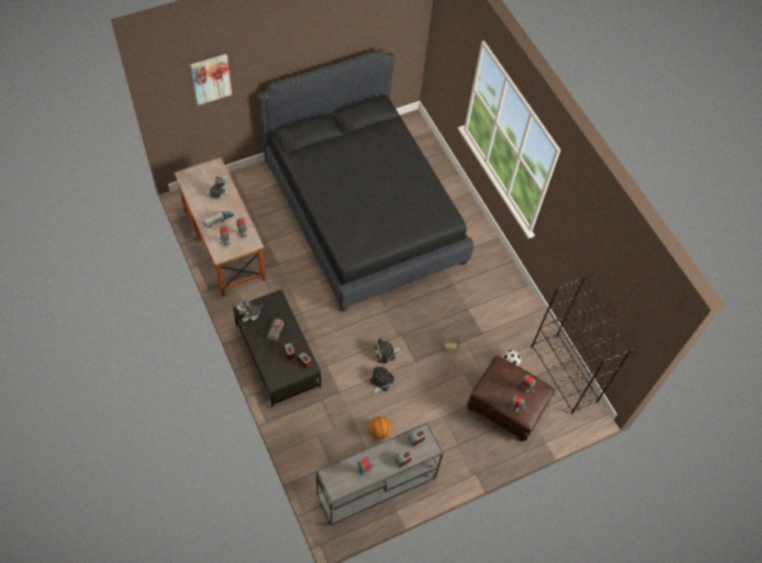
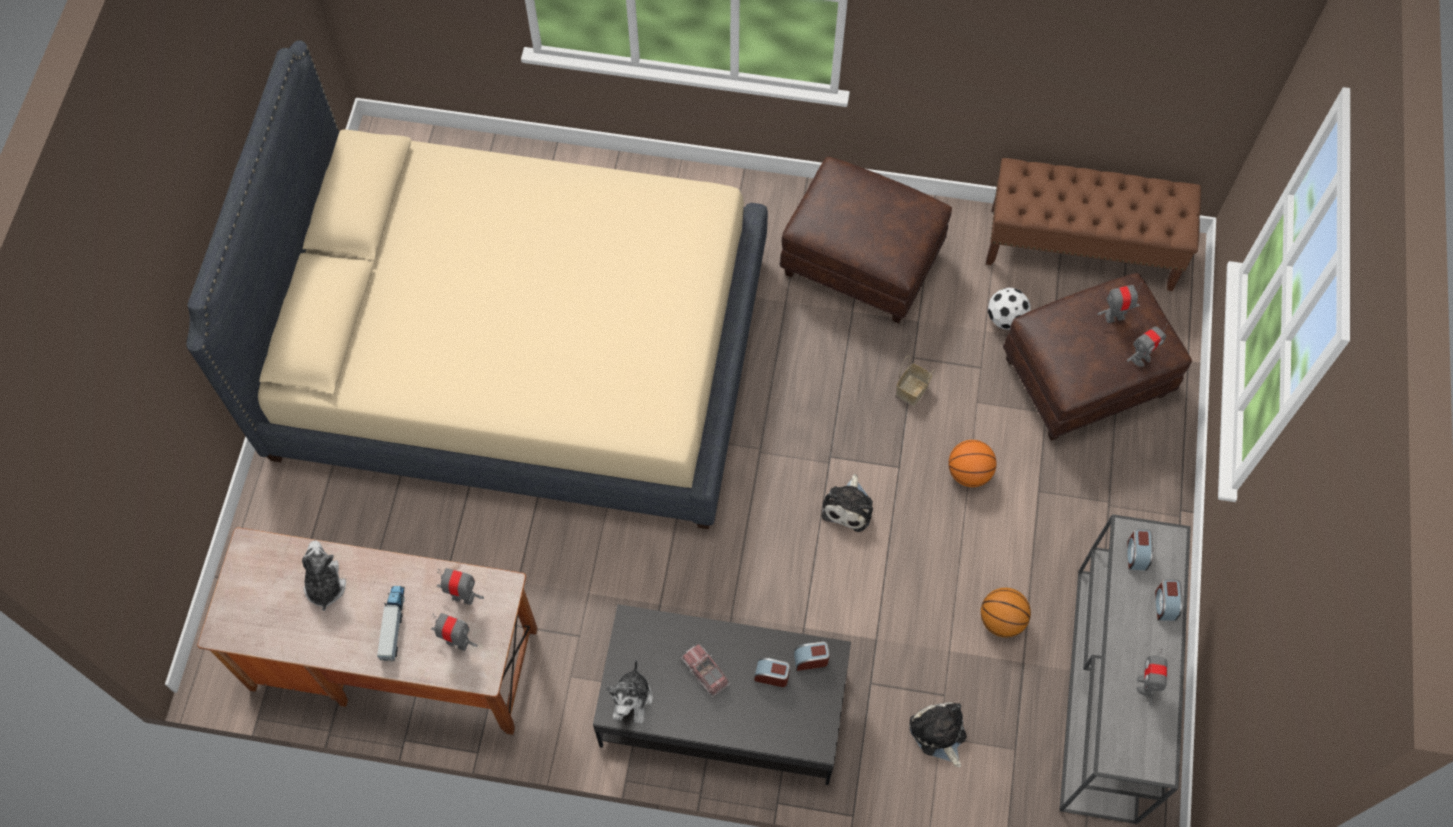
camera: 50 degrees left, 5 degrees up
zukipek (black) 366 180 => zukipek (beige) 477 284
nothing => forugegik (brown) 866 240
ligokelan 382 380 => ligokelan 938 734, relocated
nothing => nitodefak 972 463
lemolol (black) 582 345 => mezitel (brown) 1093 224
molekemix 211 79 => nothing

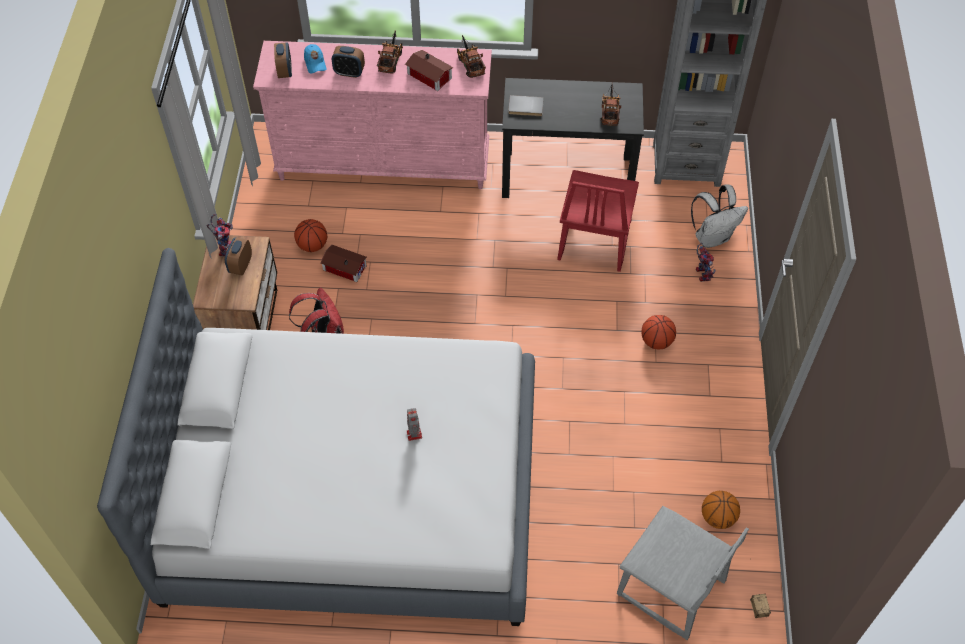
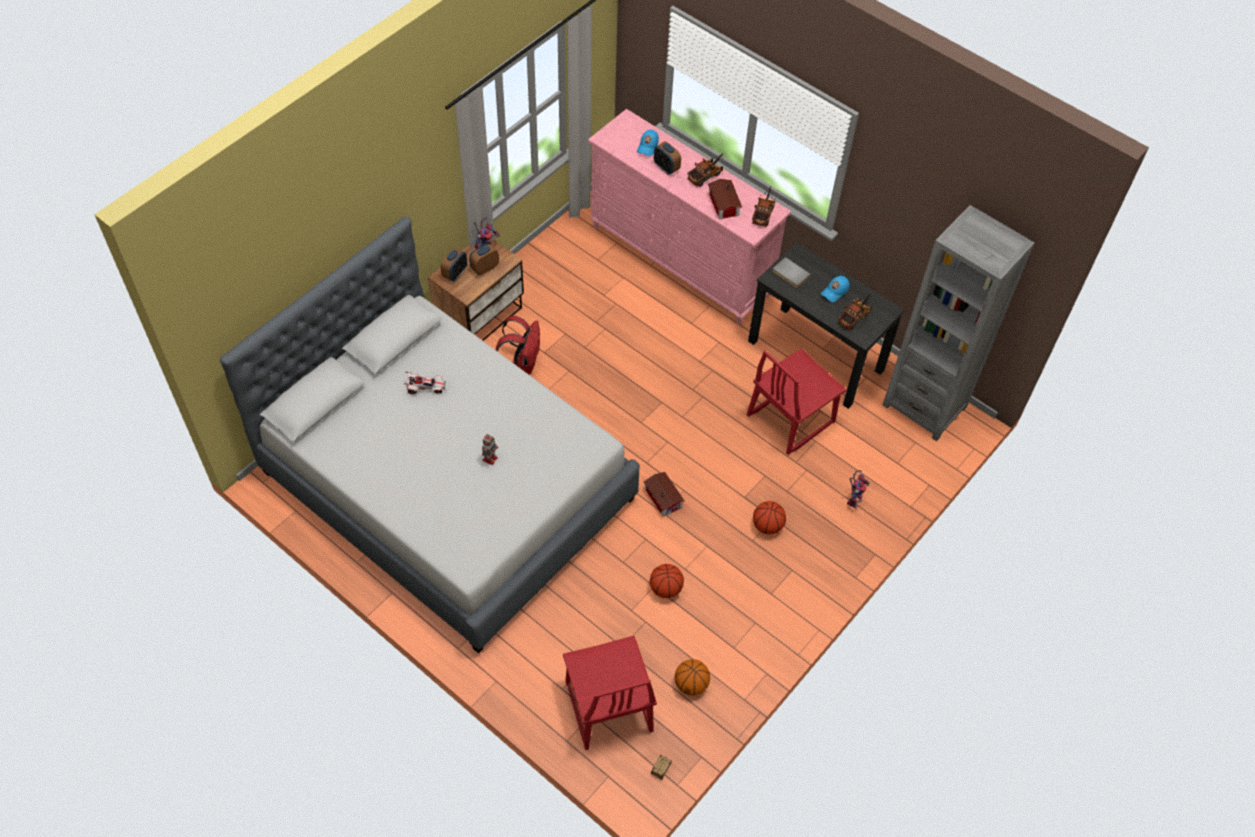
camera: 35 degrees right, 0 degrees up
nothing => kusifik 425 383
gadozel 283 60 => gadozel 454 264, relocated
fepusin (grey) 683 573 => fepusin (red) 610 693
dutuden 343 263 => dutuden 663 494, relocated
nitodefak 310 235 => nitodefak 667 581, relocated
nothing => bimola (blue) 835 289
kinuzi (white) 719 216 => nothing

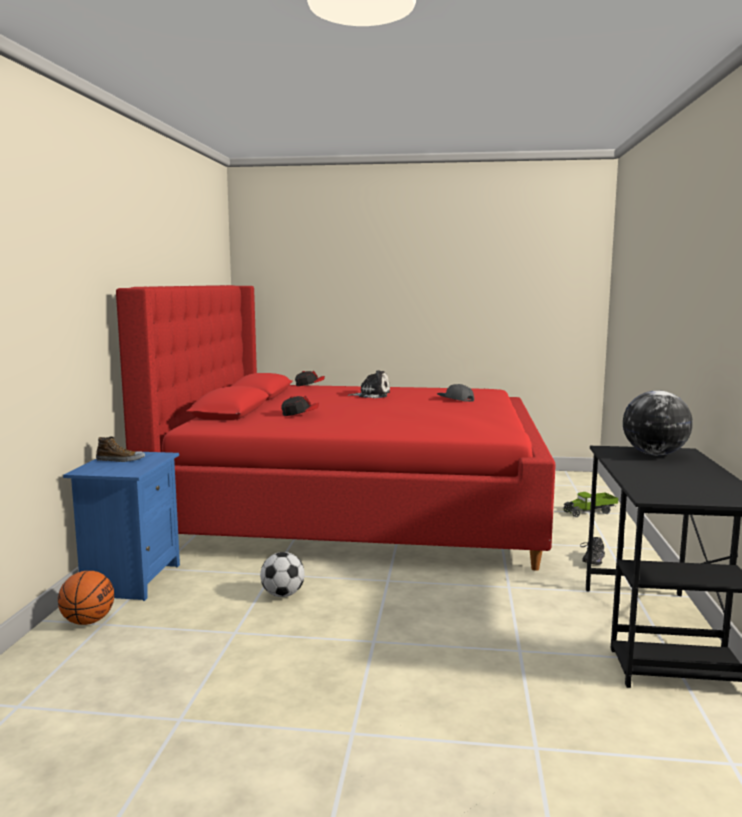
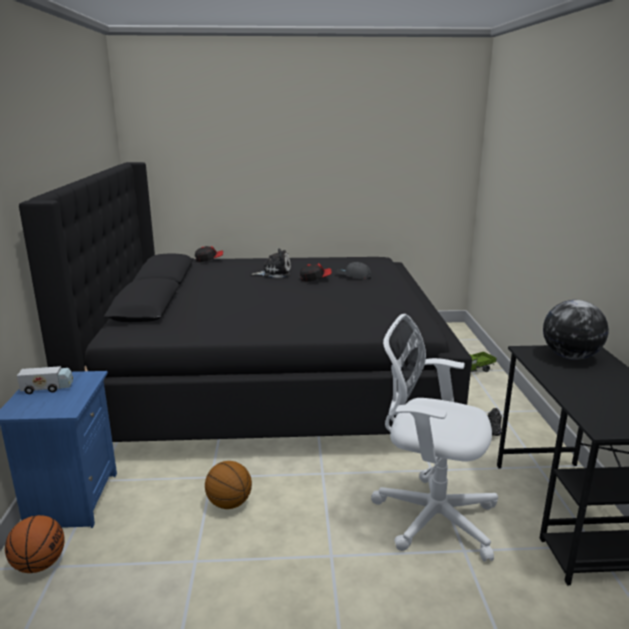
camera: 10 degrees left, 10 degrees up
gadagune 120 449 => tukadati 45 380
zukipek (red) 336 428 => zukipek (black) 245 302
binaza 282 574 => nitodefak 228 485
bimola 300 406 => bimola 316 272, relocated
nothing => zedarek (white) 434 438

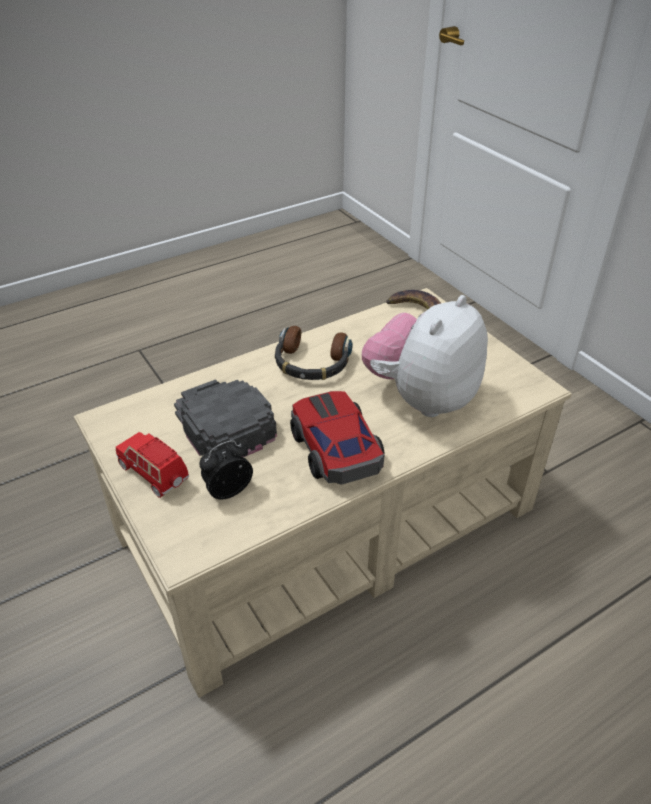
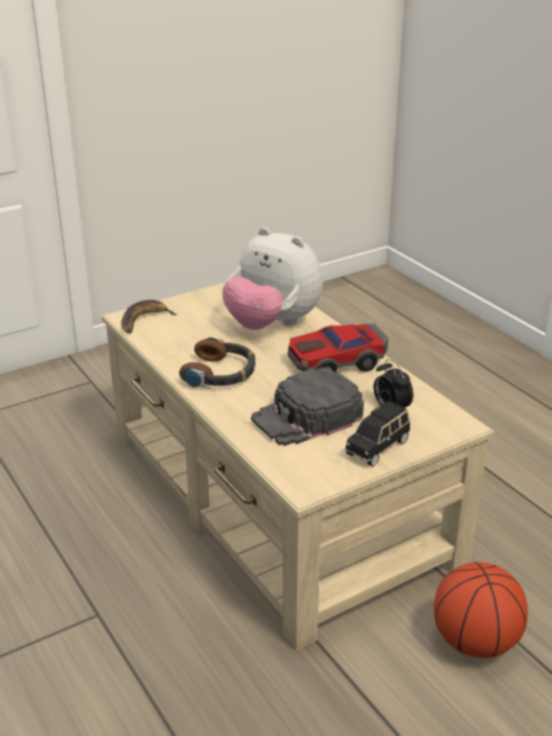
camera: 90 degrees left, 10 degrees down
kusifik (red) 152 465 => kusifik (black) 377 433
nothing => nitodefak 481 610

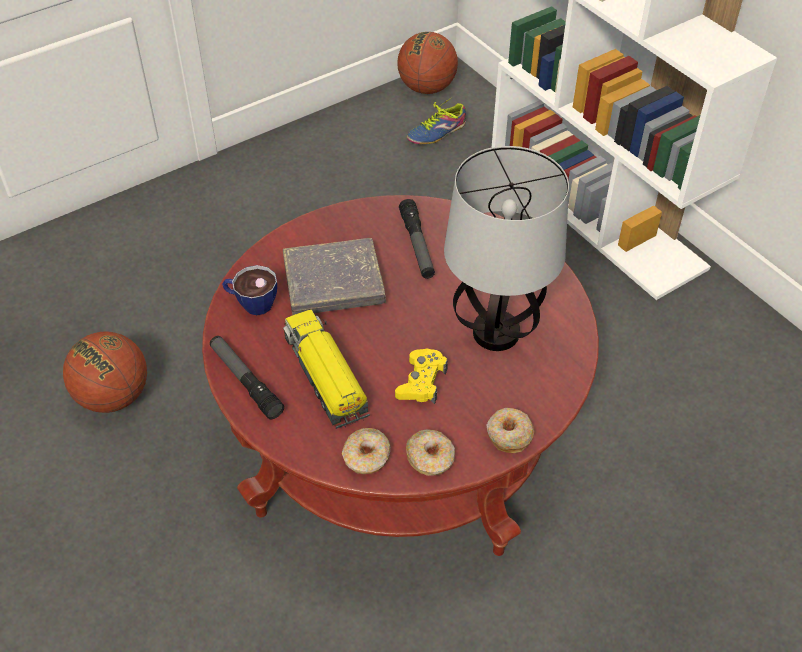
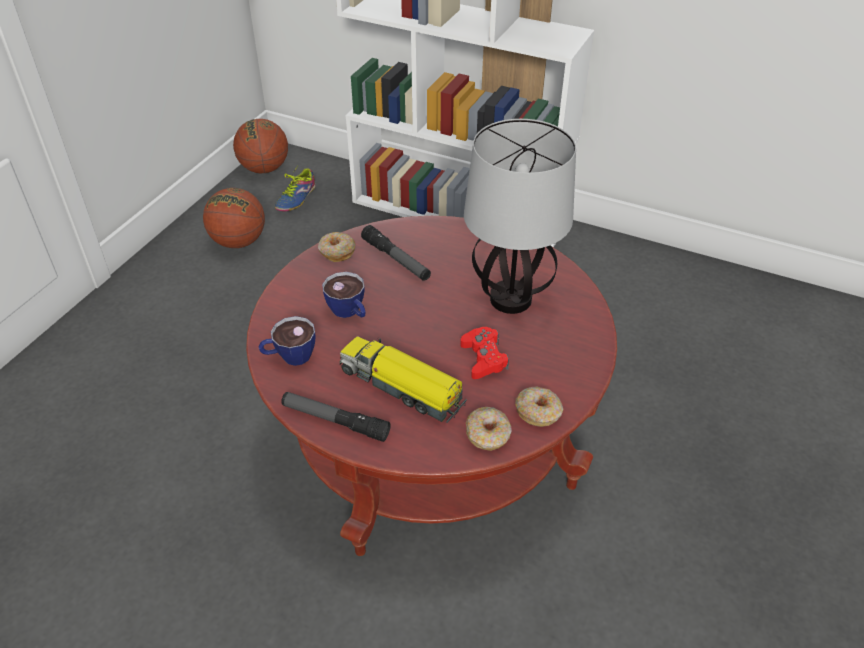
camera: 30 degrees left, 5 degrees down
nitodefak 105 372 => nitodefak 234 218, relocated
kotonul 510 430 => kotonul 336 247, relocated
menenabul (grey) 334 276 => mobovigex 344 295
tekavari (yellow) 421 376 => tekavari (red) 484 353

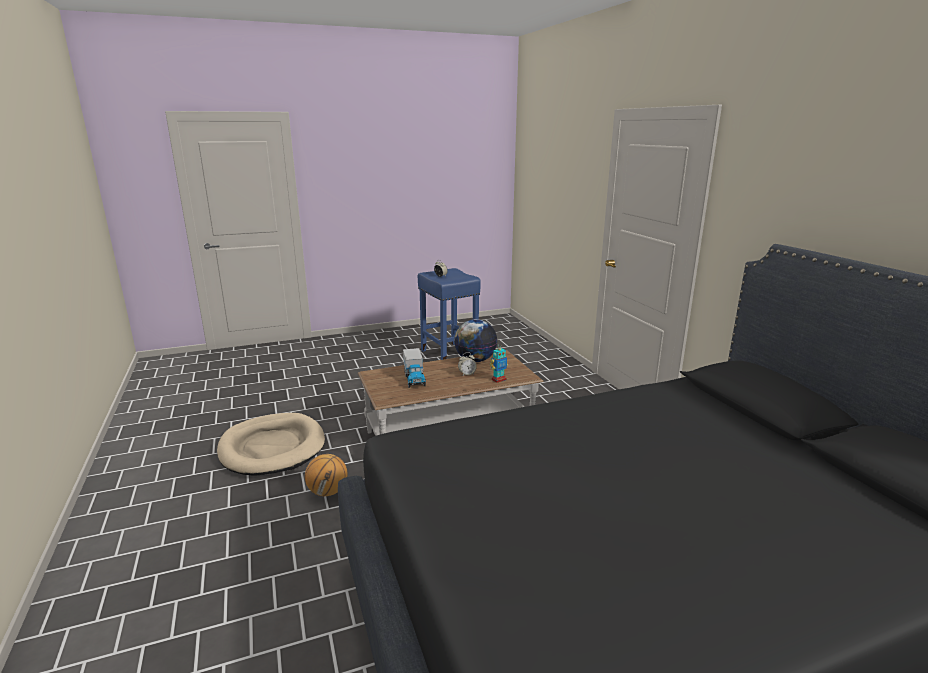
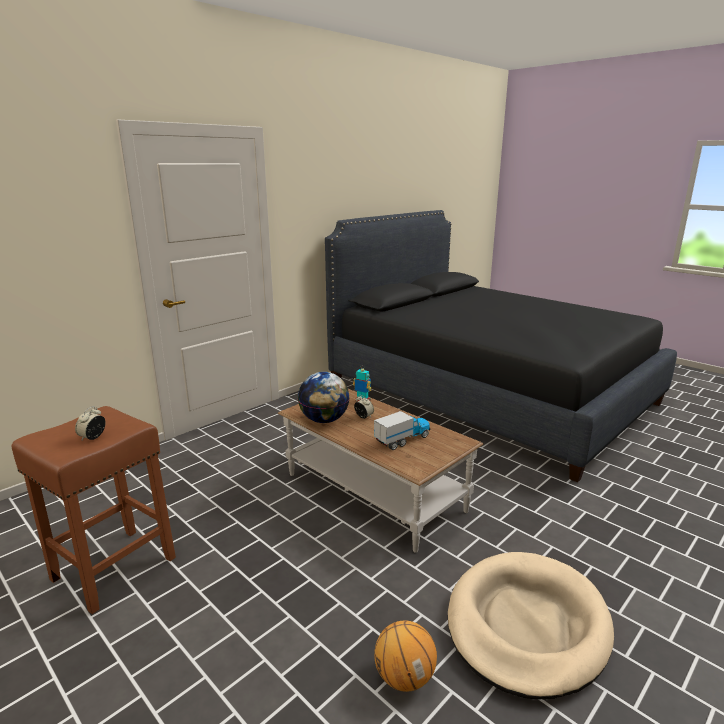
camera: 115 degrees left, 0 degrees up
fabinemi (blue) 449 314 => fabinemi (brown) 94 510
nitodefak 326 475 => nitodefak 405 656, relocated

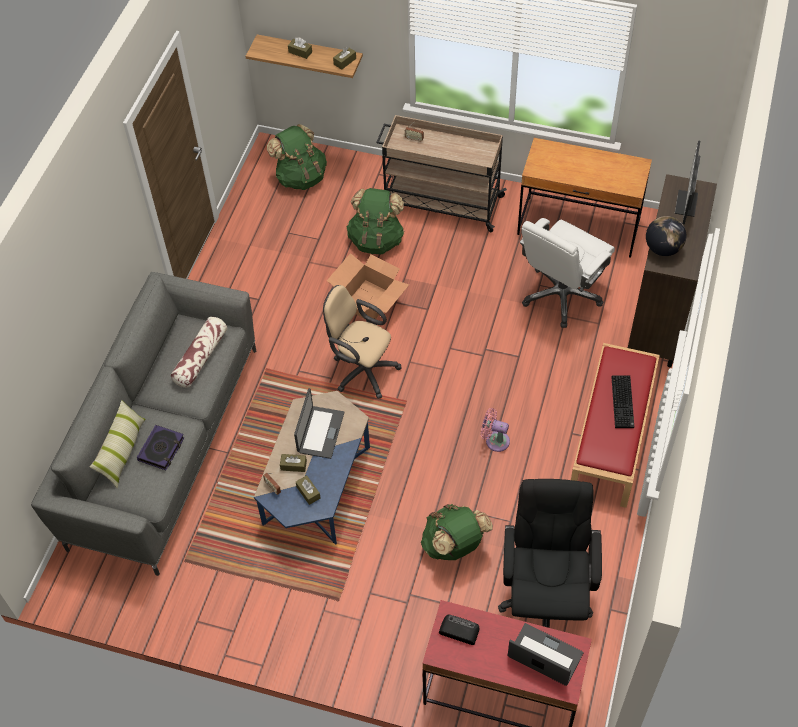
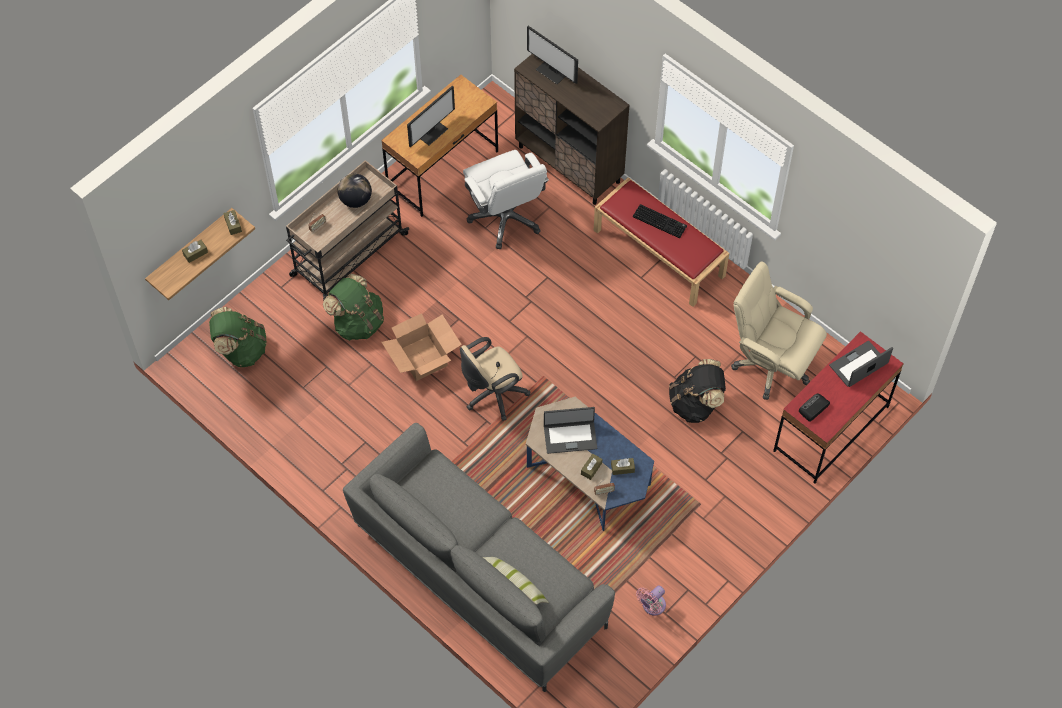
camera: 65 degrees left, 5 degrees up
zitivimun 666 236 => zitivimun 354 191, relocated
nothing => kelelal 431 117
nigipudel 319 423 => nigipudel 570 430, 135 degrees clockwise
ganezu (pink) 495 430 => ganezu (pink) 651 600, relocated
kinuzi (green) 457 532 => kinuzi (black) 697 391
zedarek (black) 550 553 => zedarek (beige) 779 330
menenabul 161 447 => nothing
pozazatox 199 352 => nothing

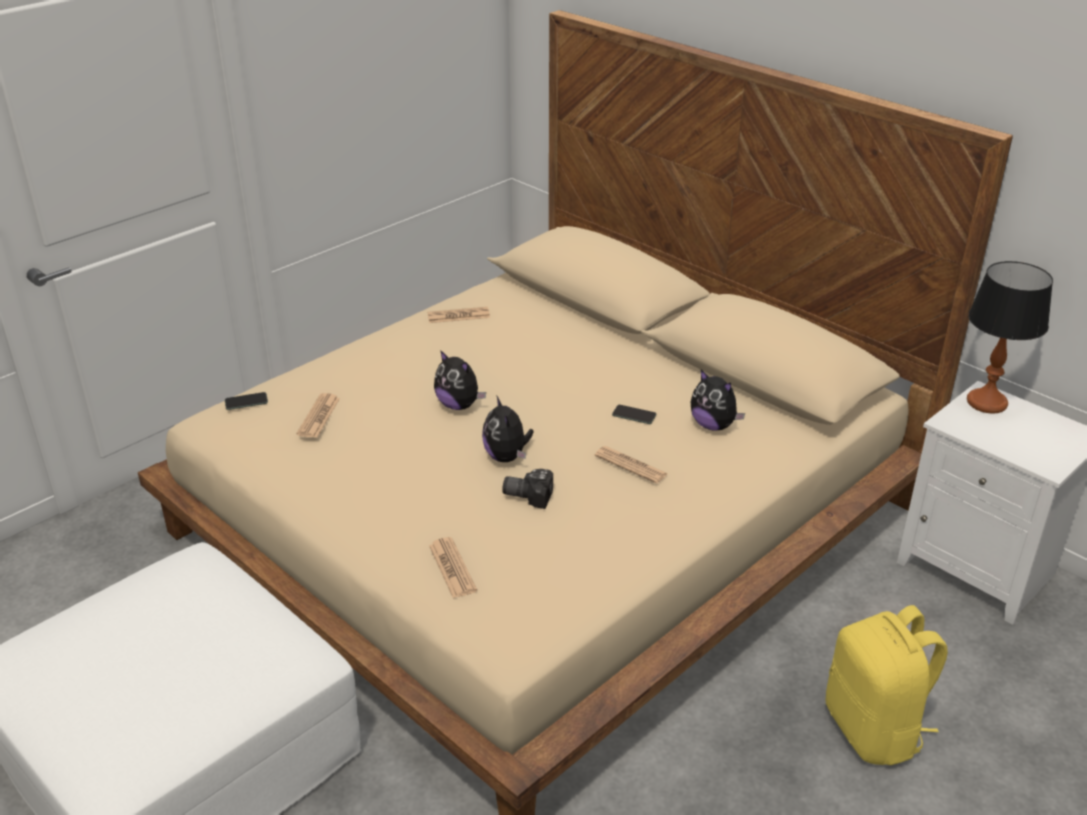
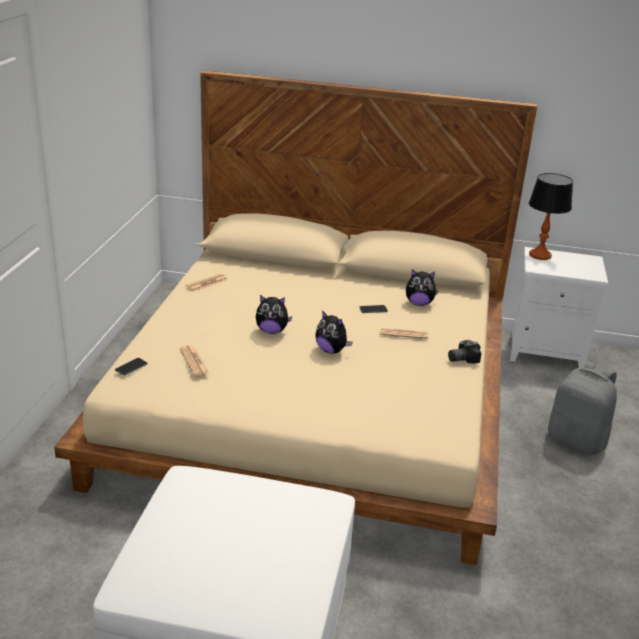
camera: 35 degrees left, 5 degrees down
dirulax 527 489 => dirulax 464 352, relocated
kinuzi (yellow) 886 685 => kinuzi (grey) 582 408
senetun 453 567 => nothing

